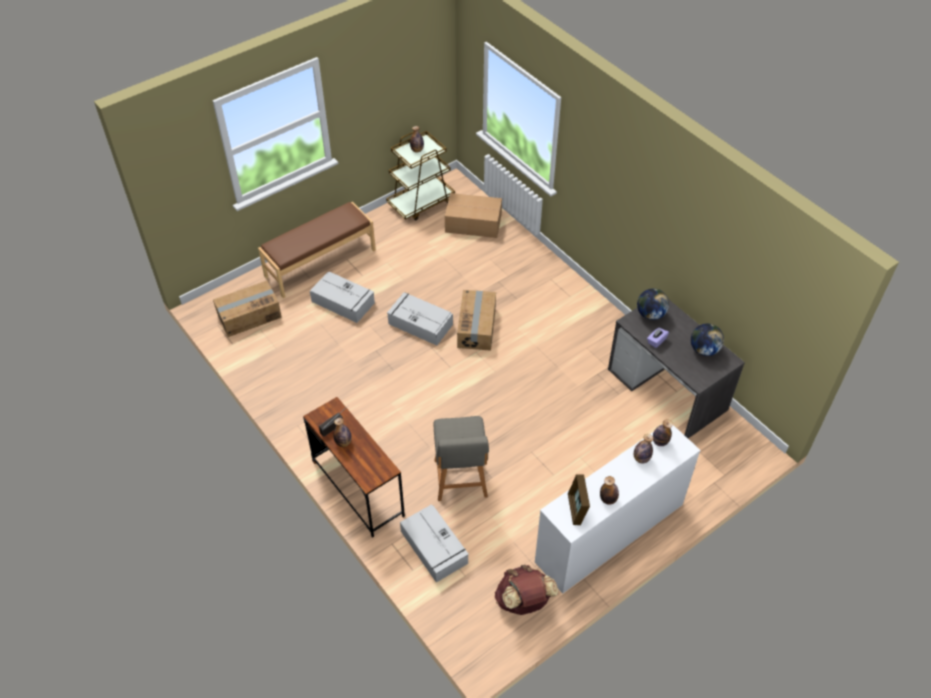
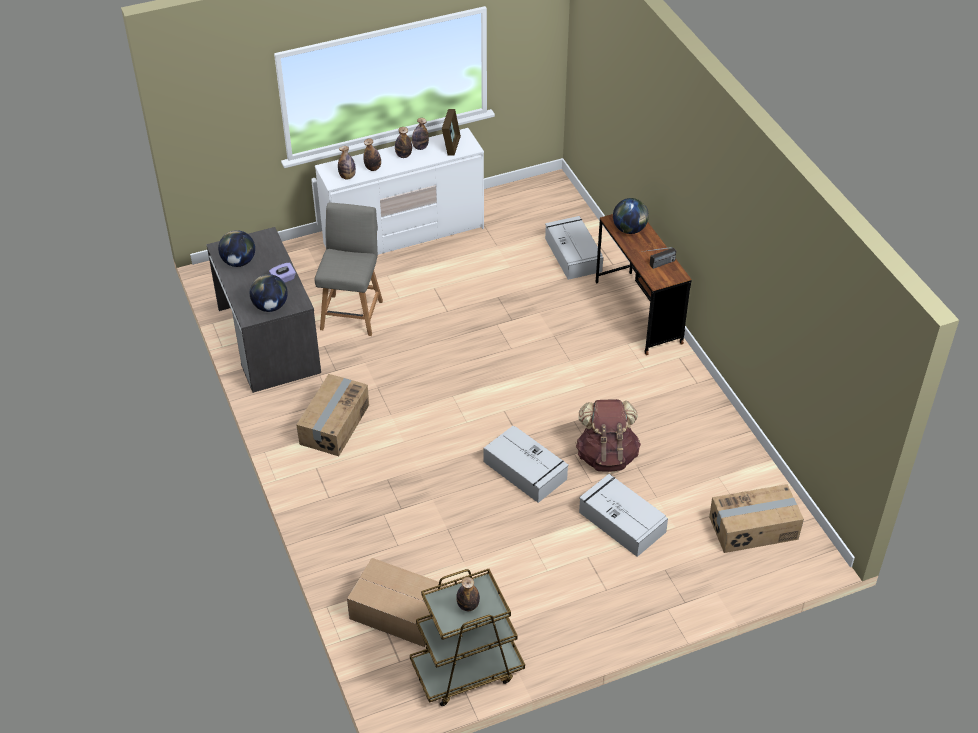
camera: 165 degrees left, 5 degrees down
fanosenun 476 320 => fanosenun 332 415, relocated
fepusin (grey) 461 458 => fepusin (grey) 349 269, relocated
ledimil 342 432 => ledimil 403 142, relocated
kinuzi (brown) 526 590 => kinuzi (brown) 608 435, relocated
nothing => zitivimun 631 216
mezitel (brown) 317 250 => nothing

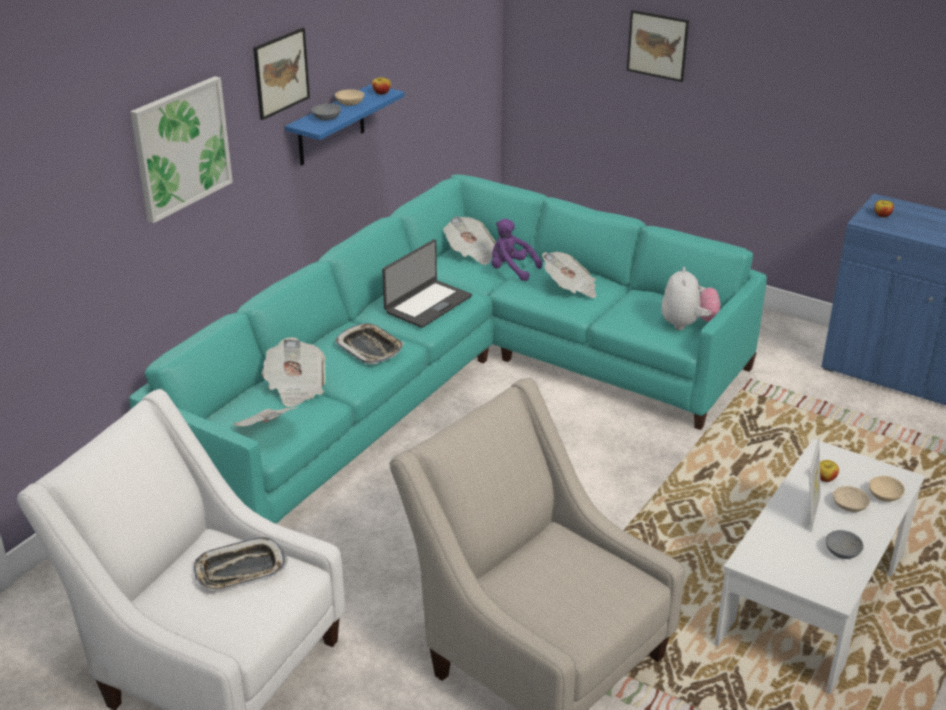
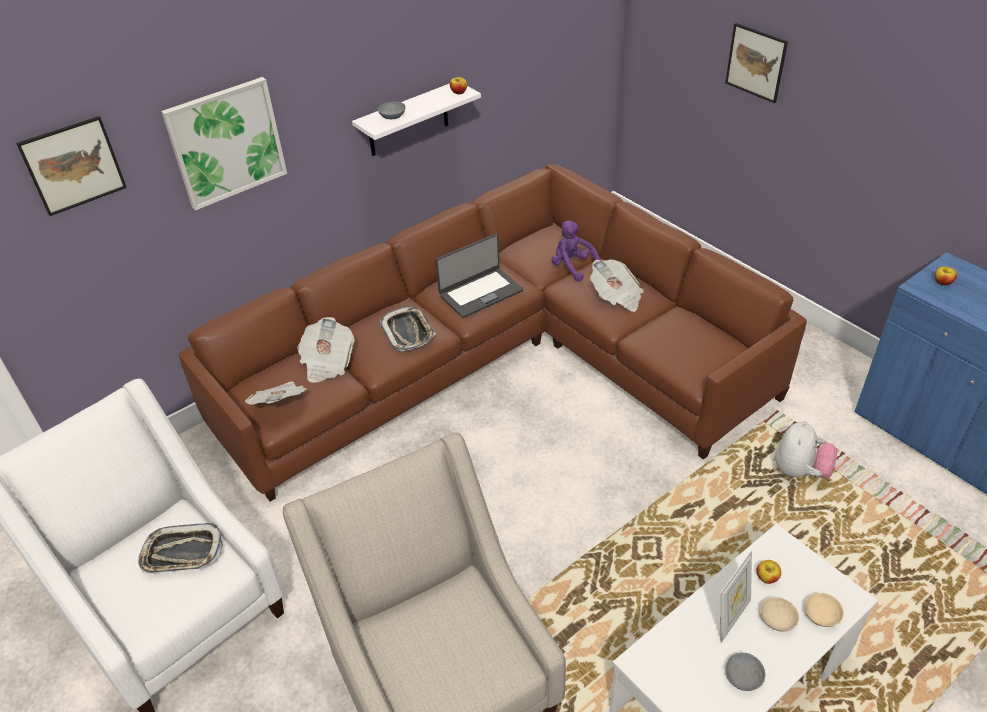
camera: 20 degrees right, 10 degrees up
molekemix 281 74 => molekemix 71 166, relocated
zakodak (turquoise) 448 349 => zakodak (brown) 493 333
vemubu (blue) 345 124 => vemubu (white) 416 120
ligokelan 690 298 => ligokelan 806 449, relocated
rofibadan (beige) 349 98 => nothing
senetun 469 240 => nothing

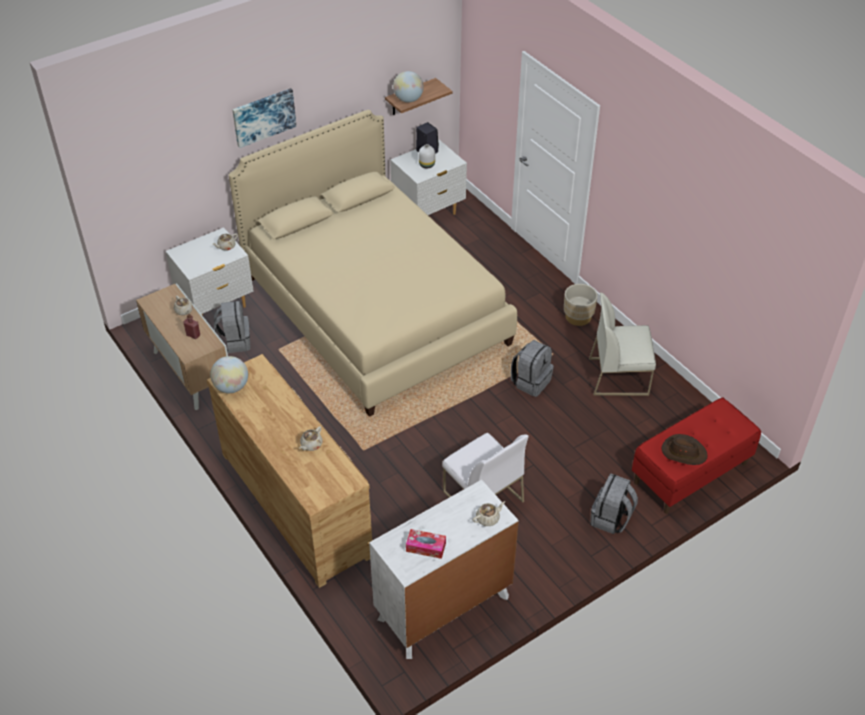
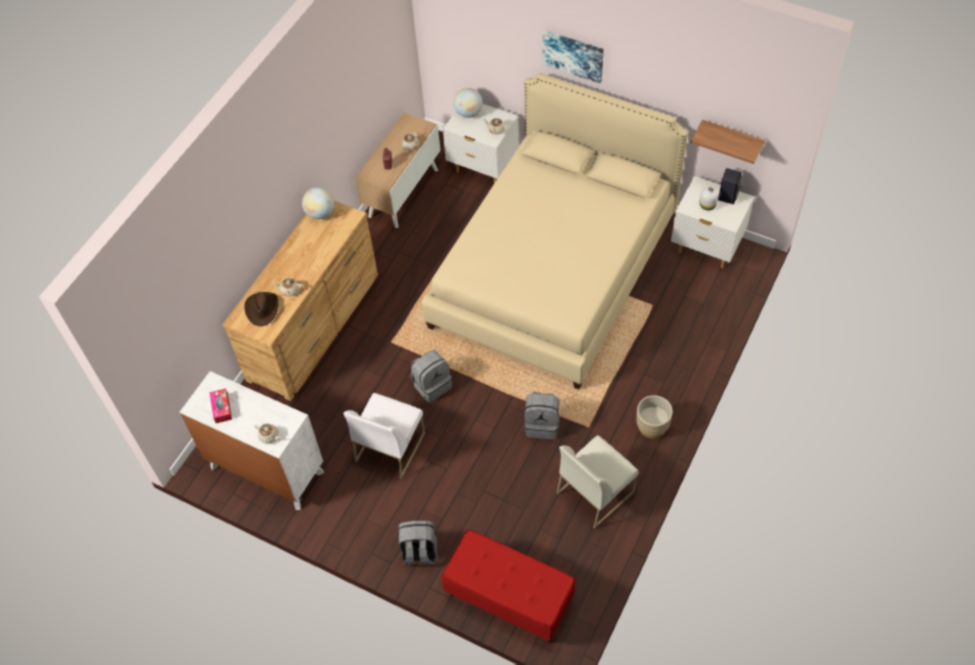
camera: 65 degrees right, 10 degrees up
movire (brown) 684 449 => movire (brown) 261 309, relocated
kinuzi (grey) 232 327 => kinuzi (grey) 431 376, relocated
zitivimun 408 87 => zitivimun 468 103, relocated
fepusin (white) 622 344 => fepusin (white) 598 482, 105 degrees counterclockwise

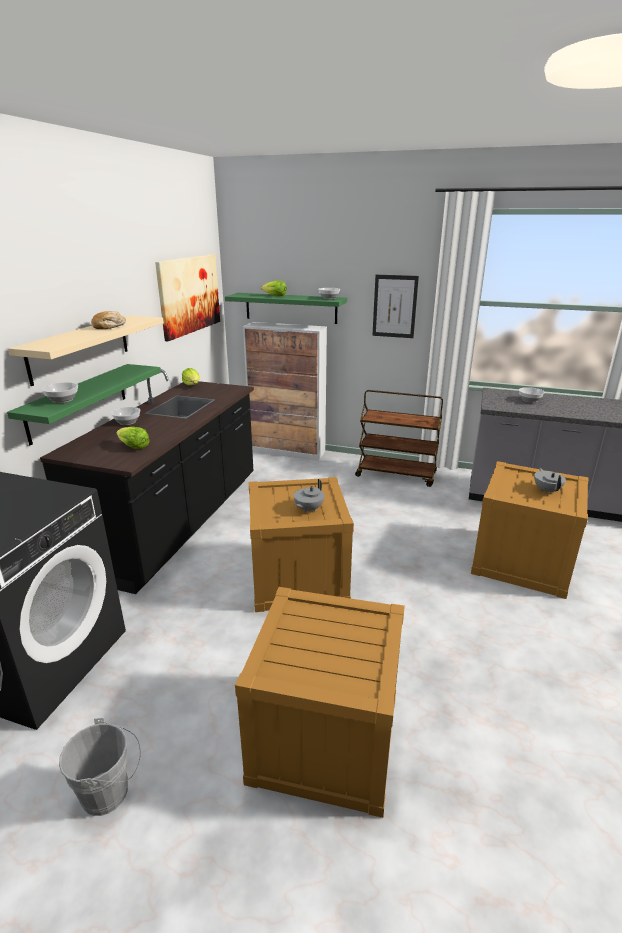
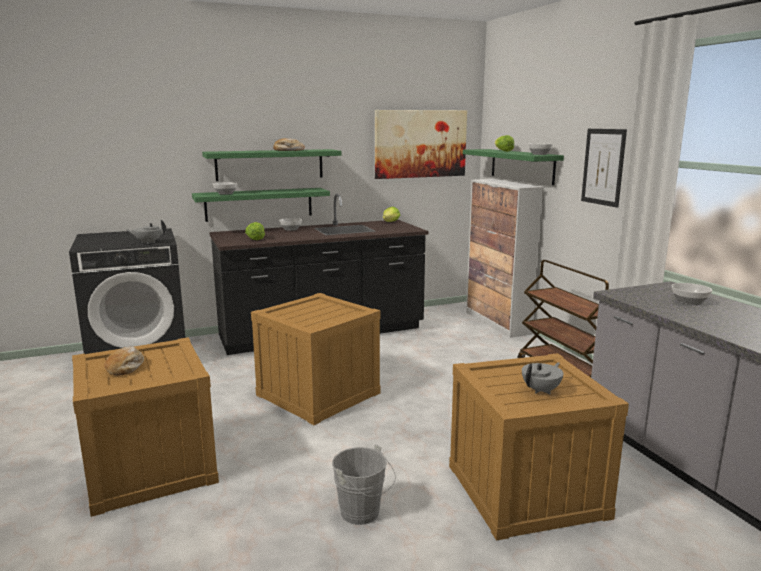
camera: 50 degrees right, 10 degrees down
nothing => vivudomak 124 361
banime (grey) 309 496 => banime (grey) 146 232, relocated
vemubu (beige) 86 350 => vemubu (green) 272 165
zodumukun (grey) 100 766 => zodumukun (grey) 364 484, relocated

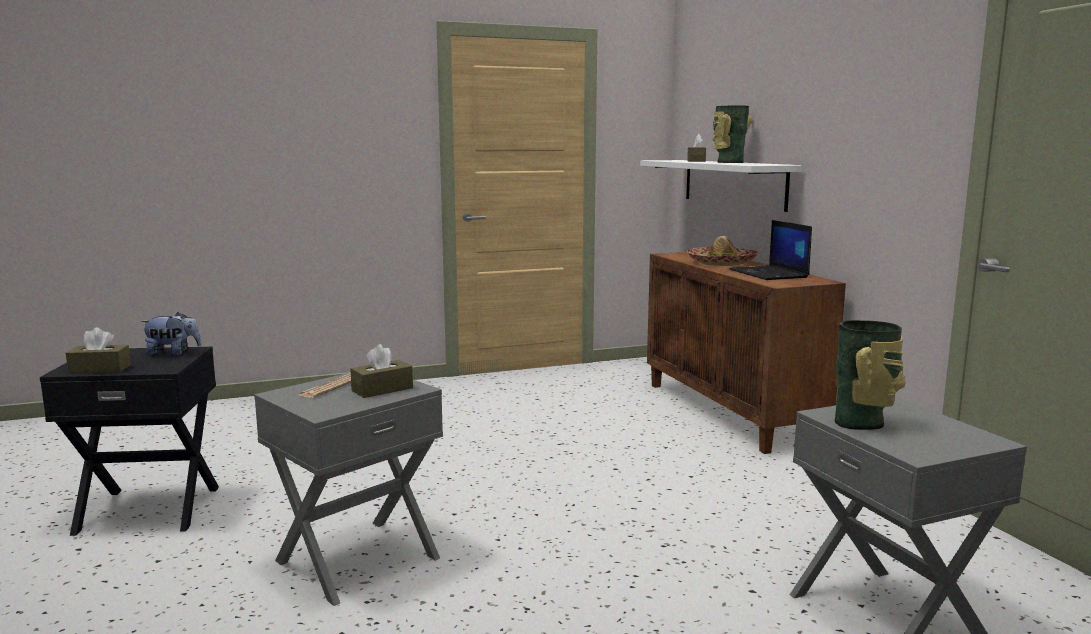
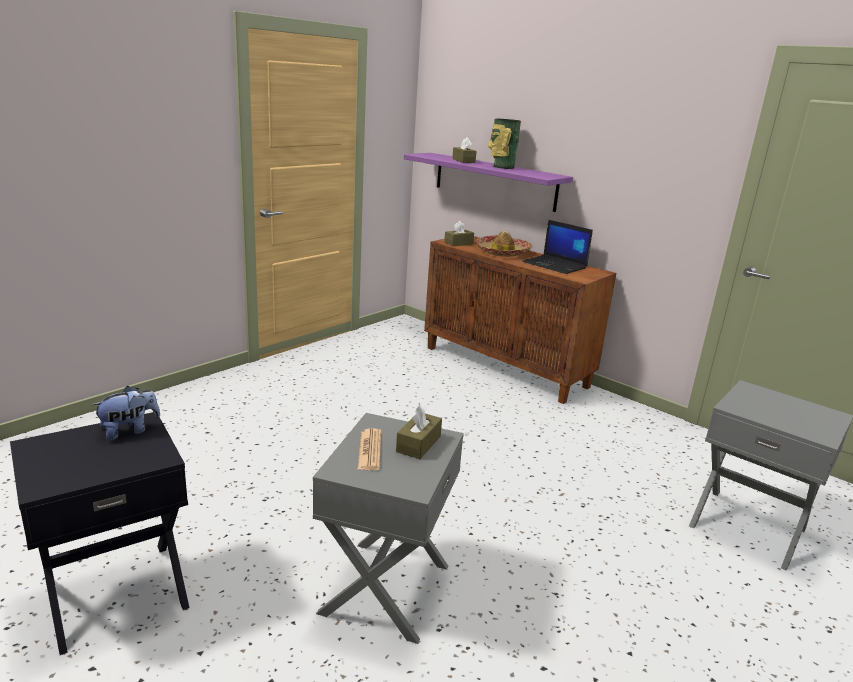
camera: 30 degrees left, 10 degrees up
vemubu (white) 721 186 => vemubu (purple) 488 182
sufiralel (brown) 98 351 => sufiralel (brown) 459 233, relocated
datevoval 870 375 => nothing

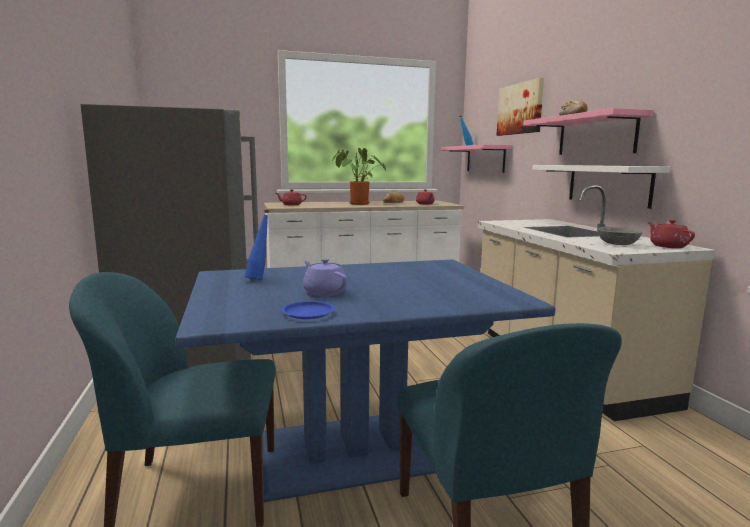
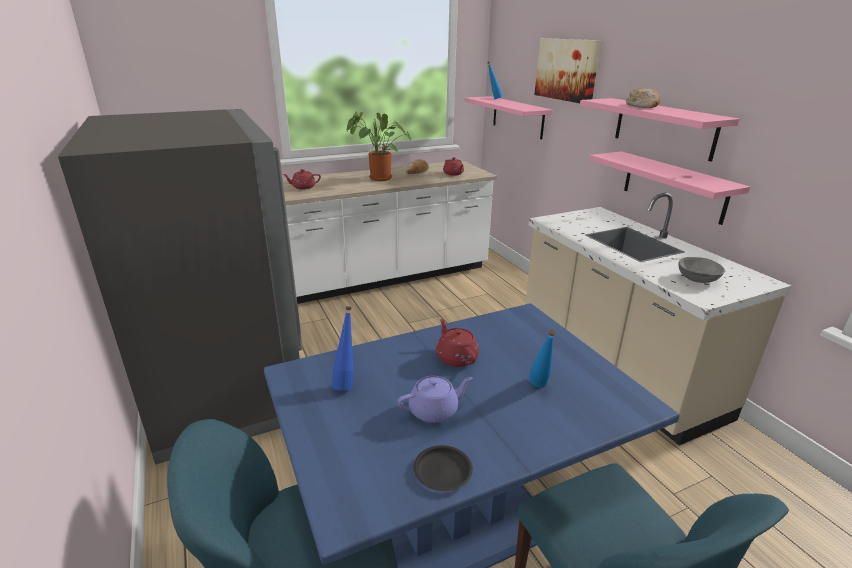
camera: 10 degrees left, 15 degrees up
banime (purple) 325 277 => banime (purple) 435 399, 120 degrees clockwise
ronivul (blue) 308 310 => ronivul (black) 443 468
banime (red) 671 234 => banime (red) 457 343, relocated
nothing => ledimil (blue) 542 358
vemubu (white) 601 187 => vemubu (pink) 669 188

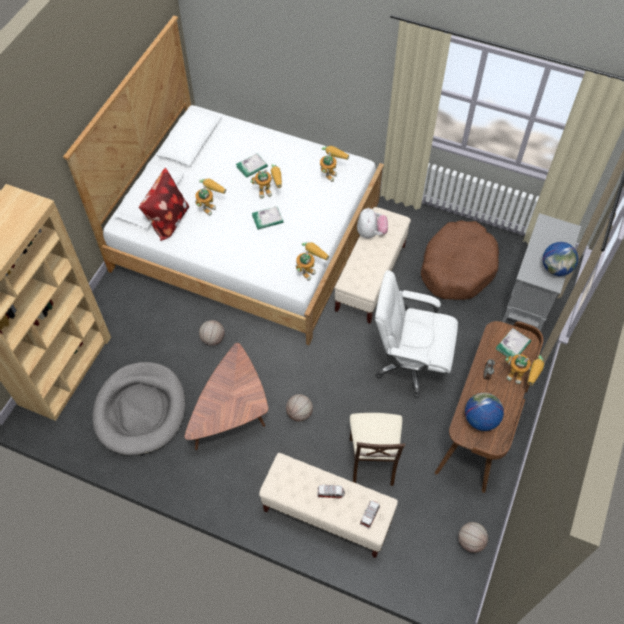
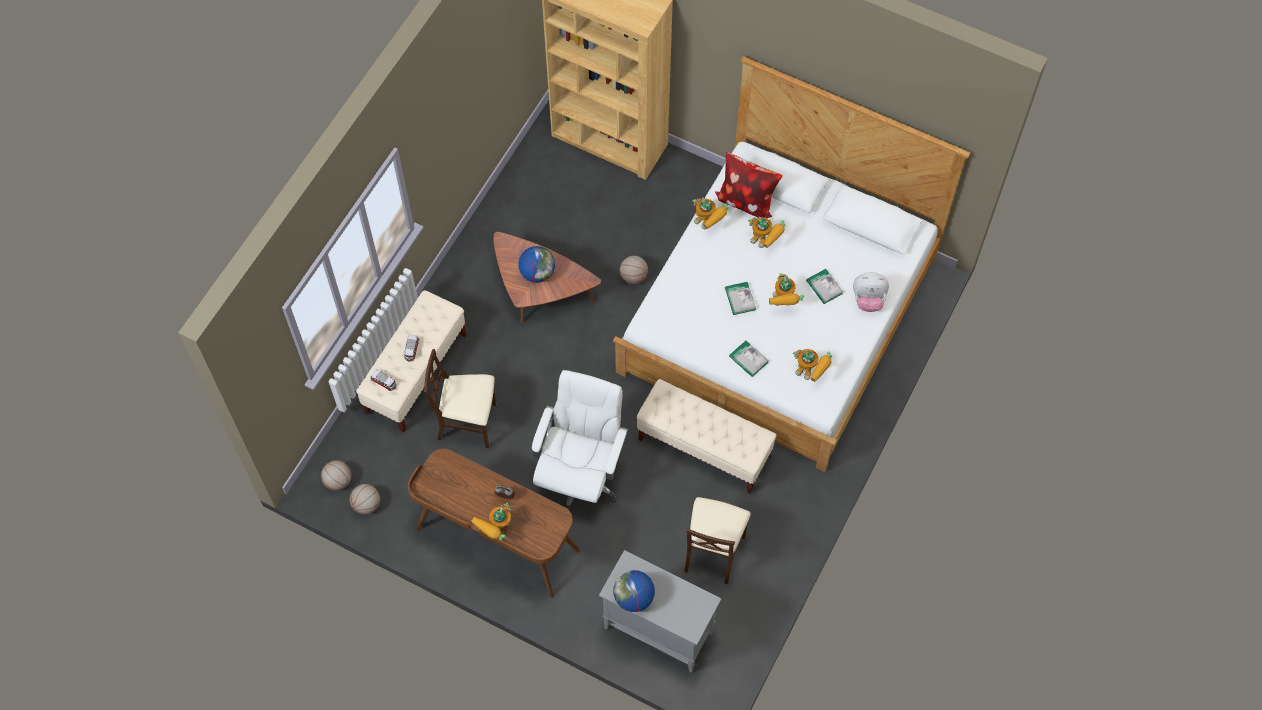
camera: 95 degrees right, 5 degrees up
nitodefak 299 407 => nitodefak 336 475, relocated
zitivimun 484 412 => zitivimun 536 264, relocated
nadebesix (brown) 460 260 => fepusin (beige) 717 540
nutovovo 312 261 => nutovovo 711 213, relocated
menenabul 513 342 => menenabul 749 359, relocated
ligokelan 372 223 => ligokelan 871 292, relocated
nadebesix (grey) 139 409 => nothing

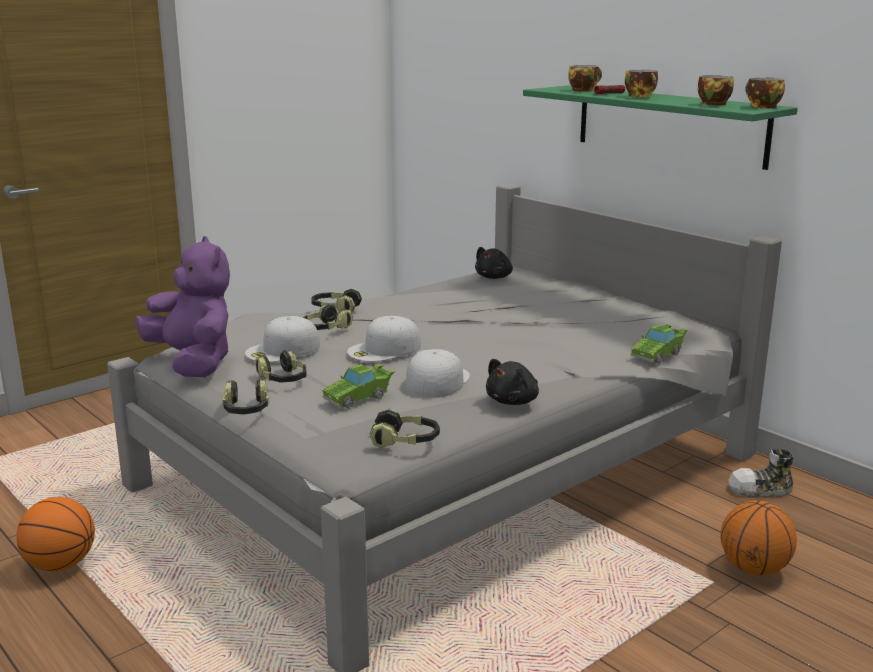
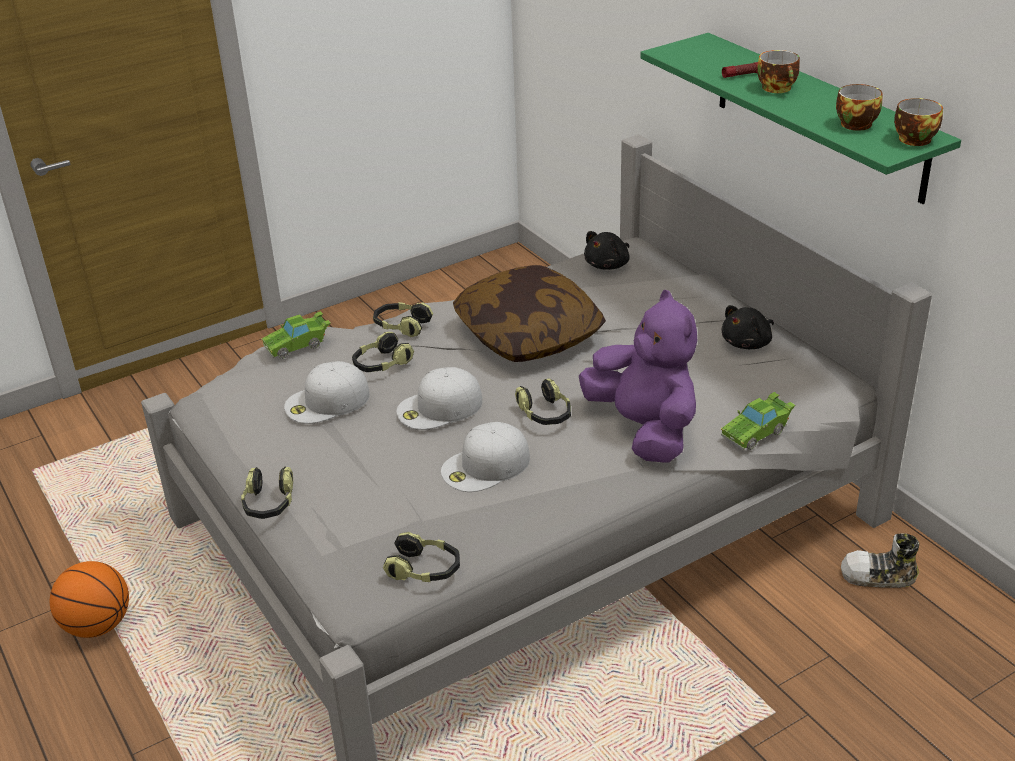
camera: 10 degrees right, 15 degrees up
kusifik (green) 358 386 => kusifik (green) 295 335, relocated
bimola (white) 438 373 => bimola (white) 485 457, 150 degrees counterclockwise
nothing => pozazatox 529 313
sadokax 281 366 => sadokax 543 401, relocated
ligokelan (purple) 182 306 => ligokelan (purple) 638 376, relocated
ligokelan (black) 512 382 => ligokelan (black) 748 327, relocated
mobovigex 585 78 => nothing
nitodefak 758 538 => nothing

